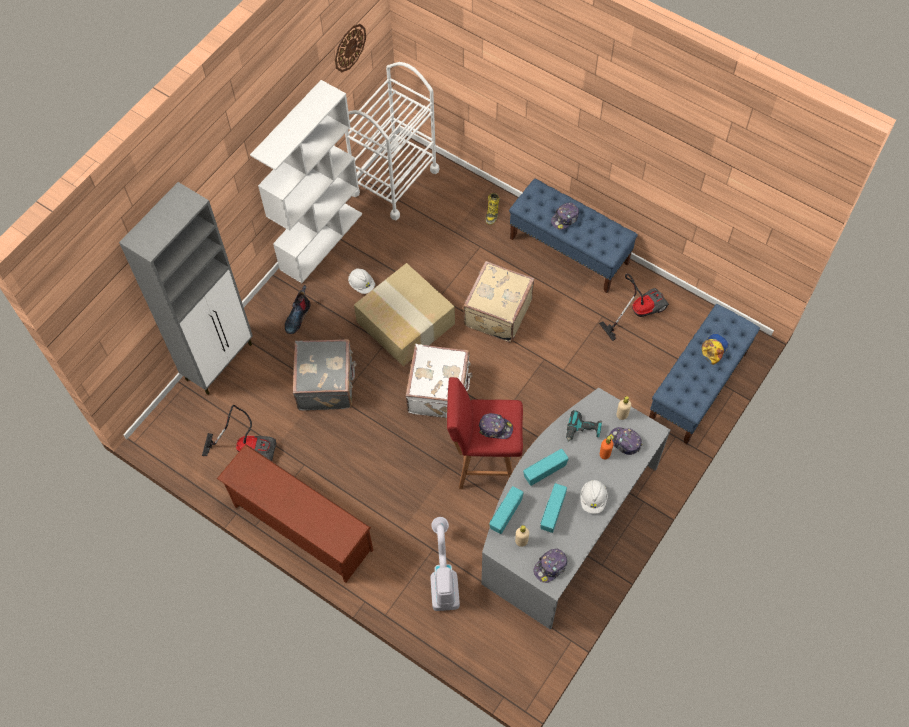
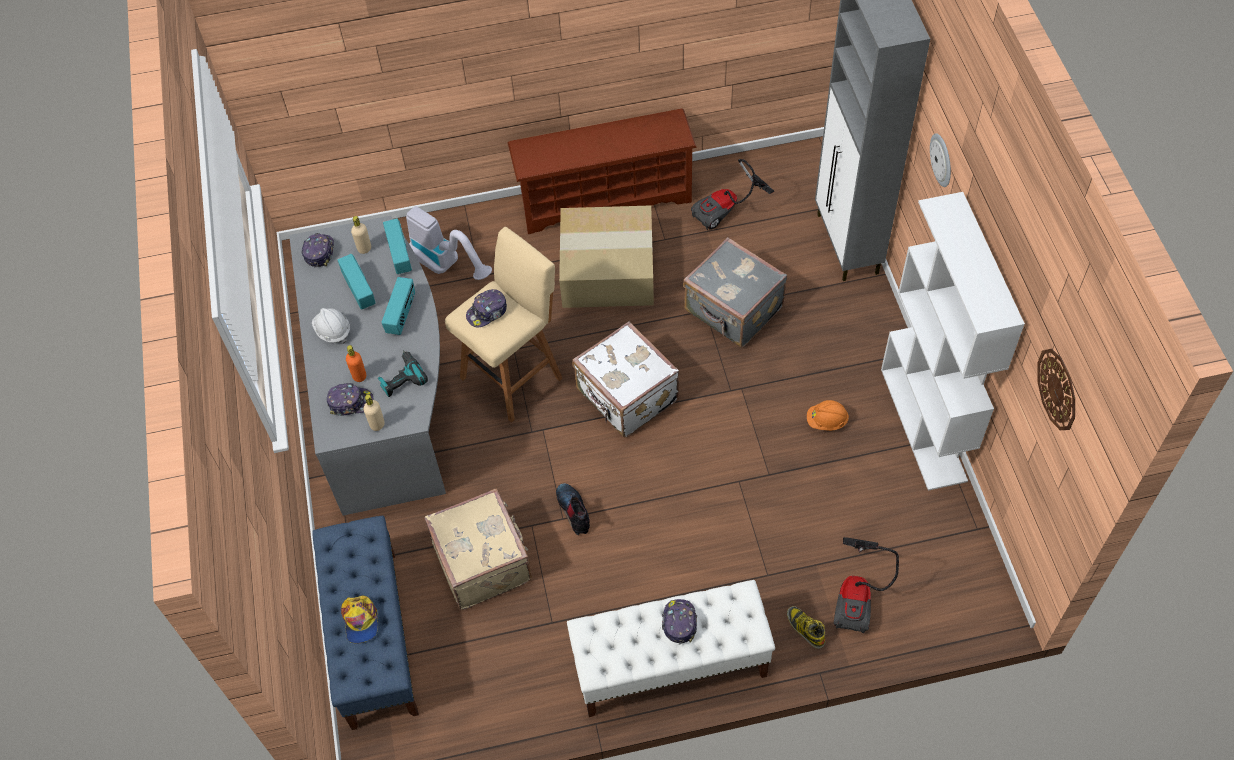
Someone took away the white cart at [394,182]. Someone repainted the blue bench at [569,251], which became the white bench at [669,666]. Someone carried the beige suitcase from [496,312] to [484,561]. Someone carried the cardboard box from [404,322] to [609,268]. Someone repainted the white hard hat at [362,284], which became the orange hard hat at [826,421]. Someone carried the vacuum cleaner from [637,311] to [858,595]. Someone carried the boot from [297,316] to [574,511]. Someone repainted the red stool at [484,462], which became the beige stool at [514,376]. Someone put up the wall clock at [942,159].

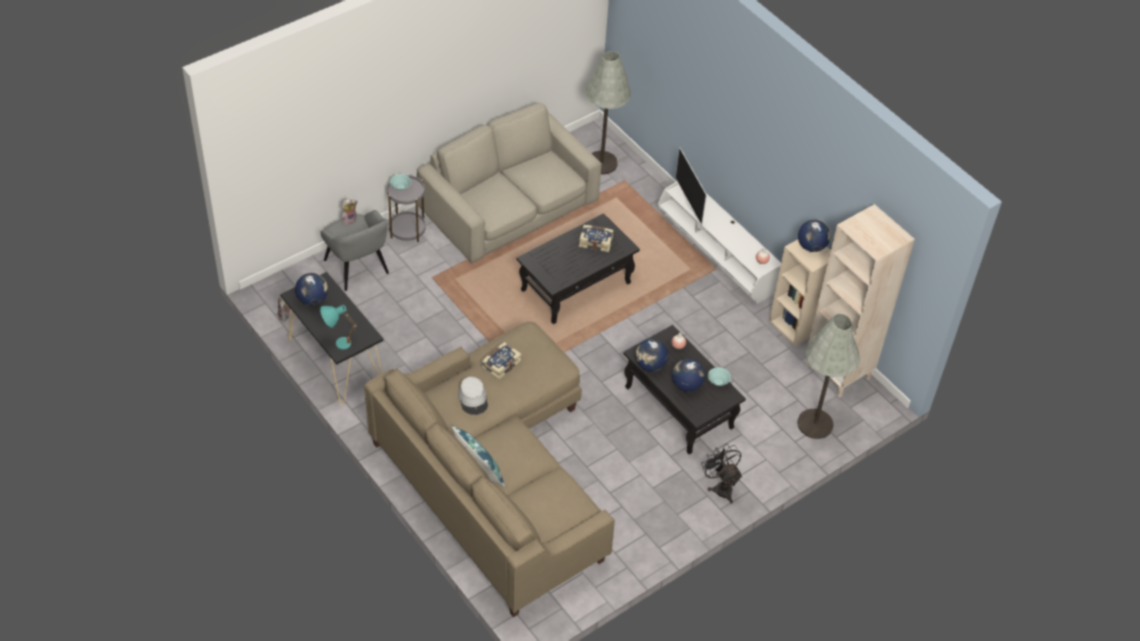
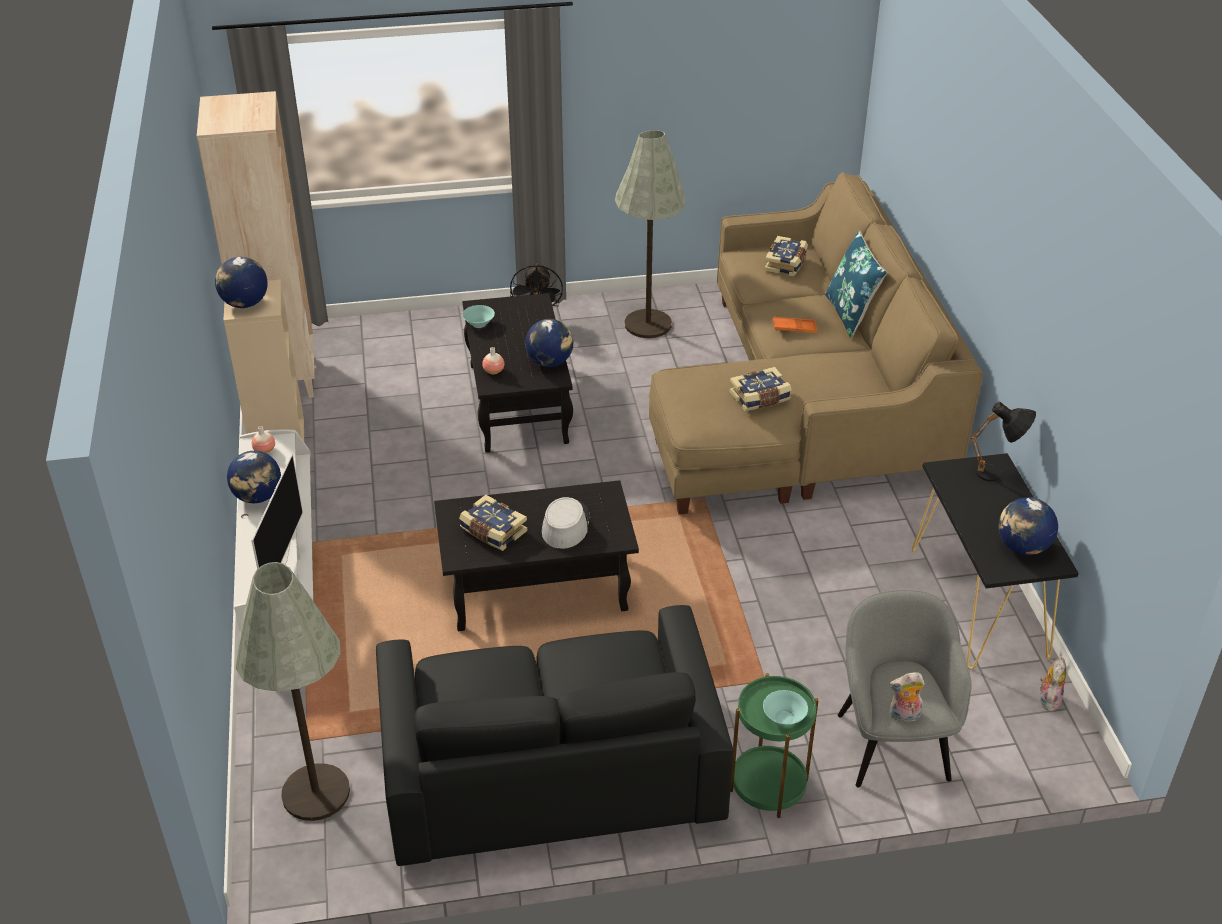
Someone repainted the beige sofa at [509,205], which became the black sofa at [550,766]. Someone repainted the grey side table at [407,230], which became the green side table at [768,785]. Someone repainted the turquoise table lamp at [337,343], which became the black table lamp at [998,476]. Someone carried the grey floor lamp from [815,424] to [648,324]. Someone carried the globe from [686,385] to [258,497]. Someone carried the grey hat from [473,399] to [565,525]. Someone put down the book at [786,264]. Someone put down the orange tray at [794,328].

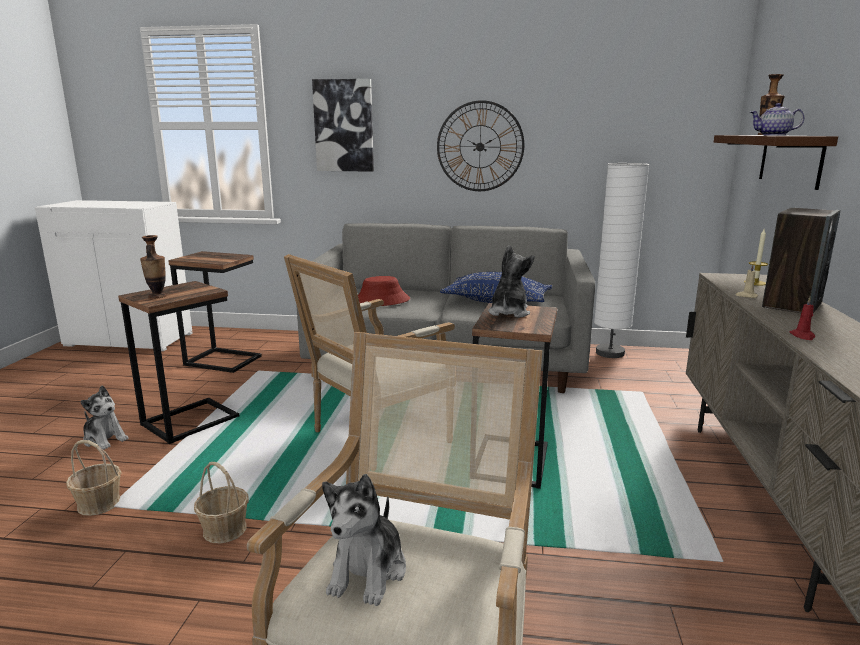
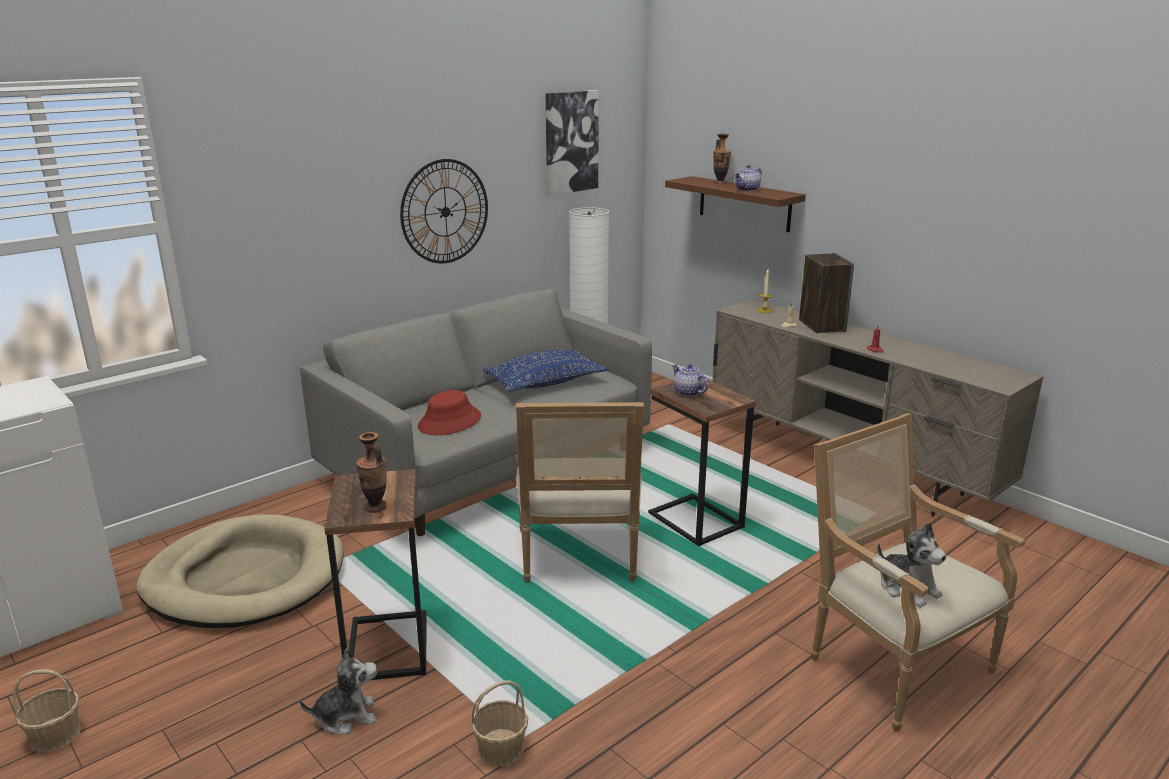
Someone carried the picture from [344,126] to [570,142]. Someone swapped the plush toy at [508,312] for the teapot at [688,392]. Someone swapped the side table at [223,360] for the beige dog bed at [245,578]. Someone carried the basket from [225,529] to [55,735].

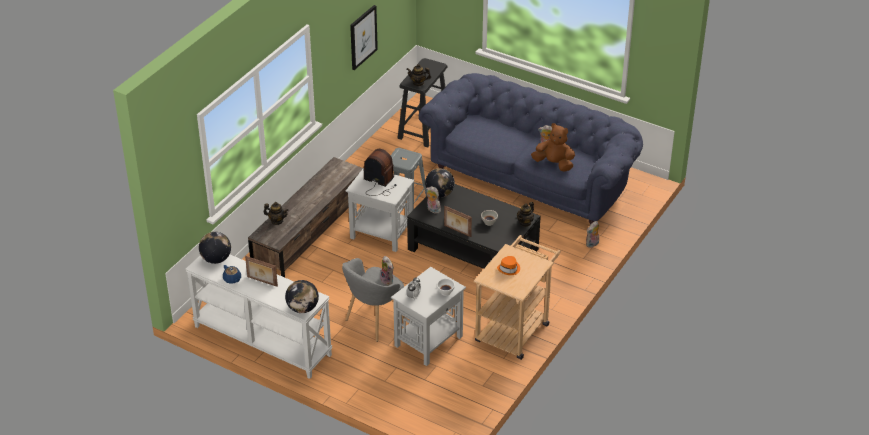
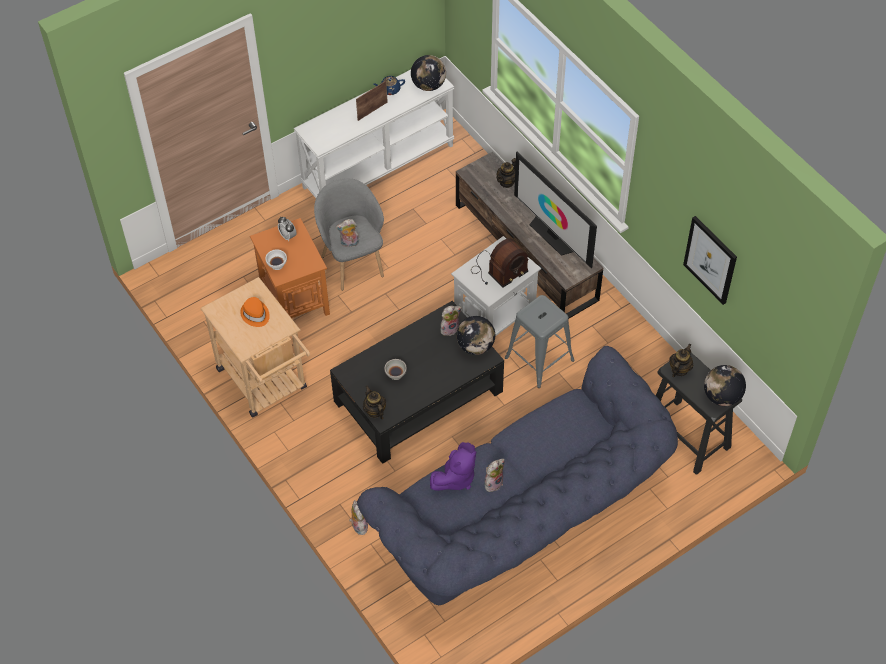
Someone repainted the brown plush toy at [554,164], which became the purple plush toy at [456,478]. Someone took away the picture frame at [457,231]. Someone repainted the white side table at [429,340], which became the orange side table at [295,300]. Someone carried the globe from [302,308] to [721,396]. Someone put down the television at [553,235].

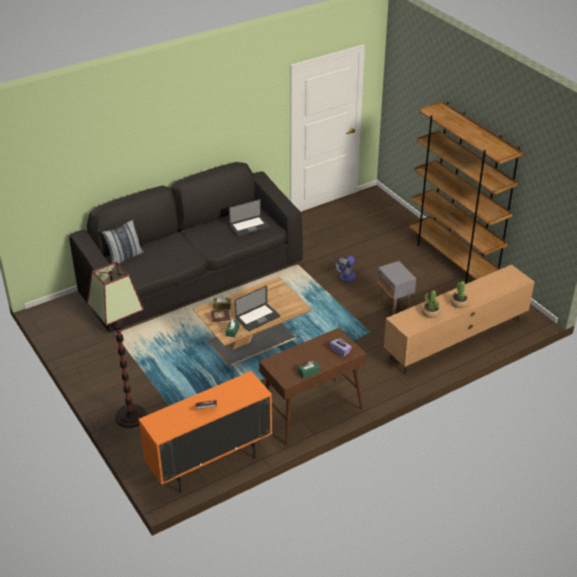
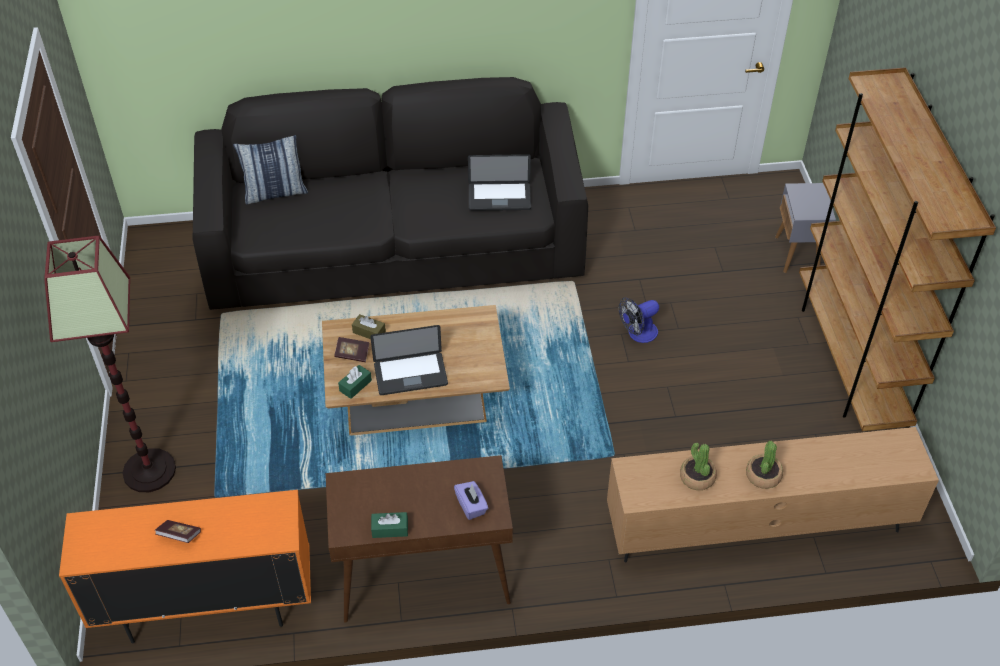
Someone carried the grey side table from [394,307] to [797,255].

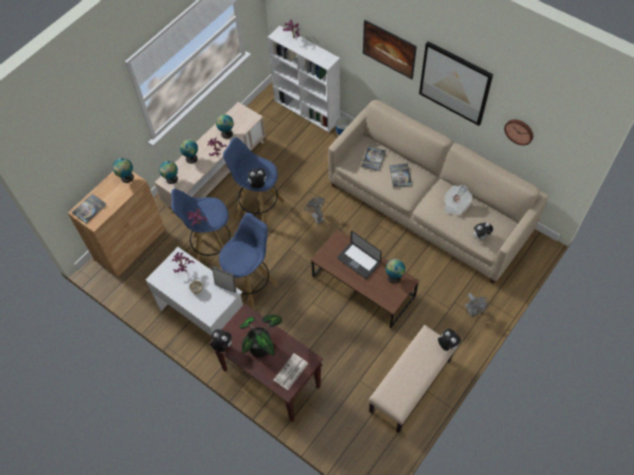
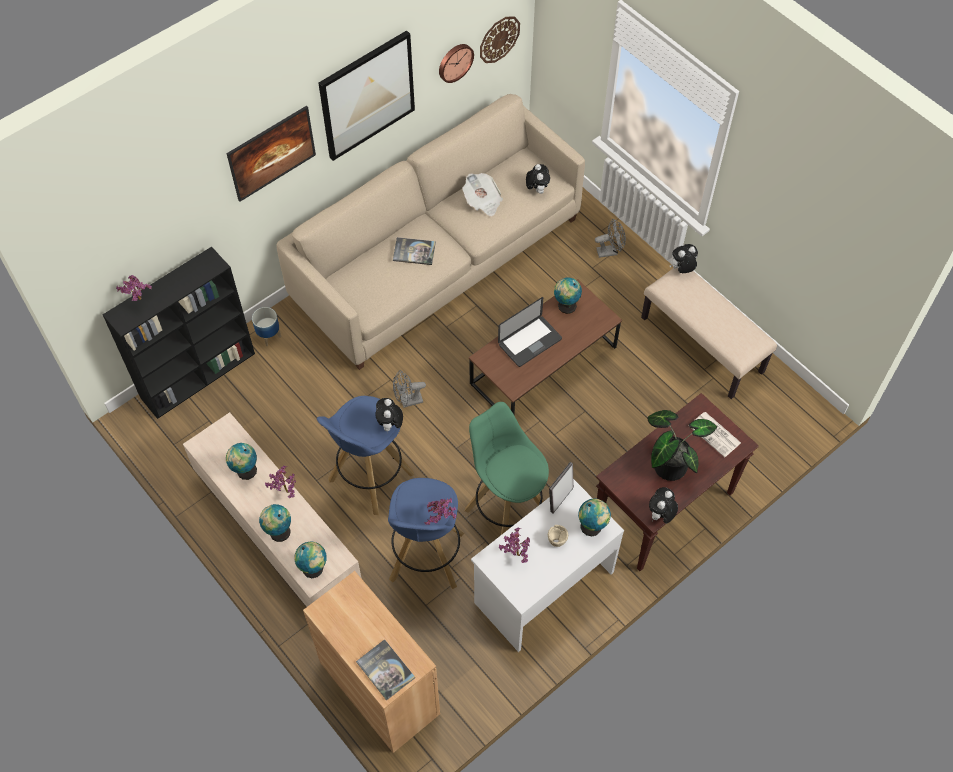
Someone repainted the white bookcase at [307,111], which became the black bookcase at [199,375]. Someone took away the book at [373,159]. Someone carried the globe from [127,178] to [592,527]. Someone repainted the blue stool at [251,285], which became the green stool at [506,511]. Someone put up the wall clock at [499,39].

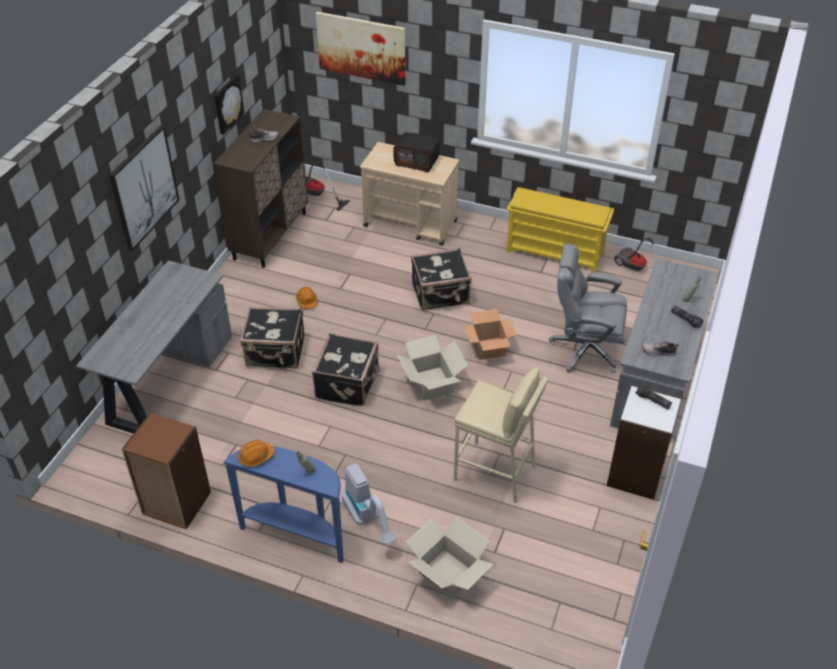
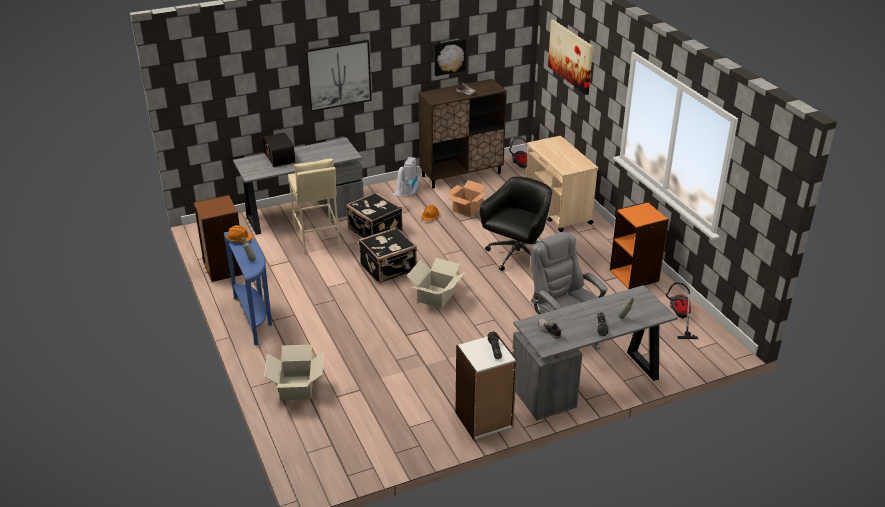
Someone carried the radio from [417,161] to [280,158]. Someone swapped the yellow shoe rack at [555,252] for the orange bookcase at [634,276]. Someone swapped the black suitcase at [441,294] for the black office chair at [516,256]. Someone carried the cardboard box from [489,348] to [467,210]. Someone carried the beige stool from [495,473] to [317,239]. Someone carried the vacuum cleaner from [368,520] to [407,195].

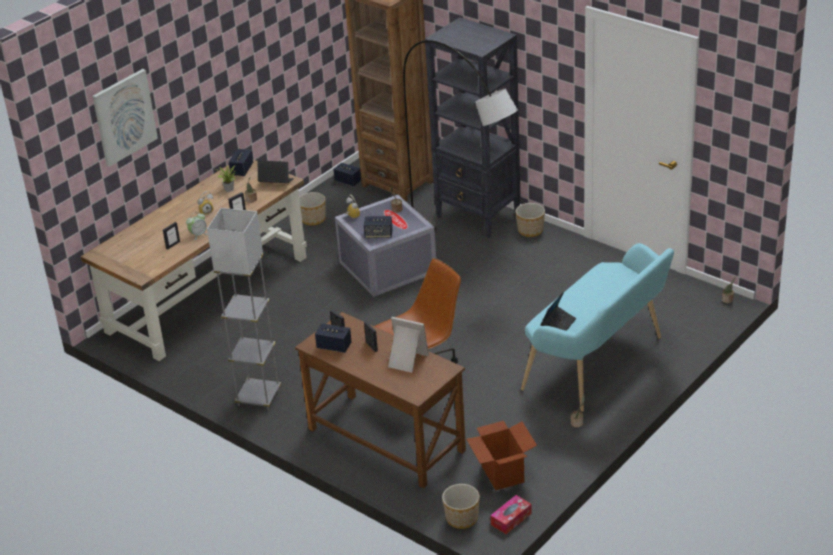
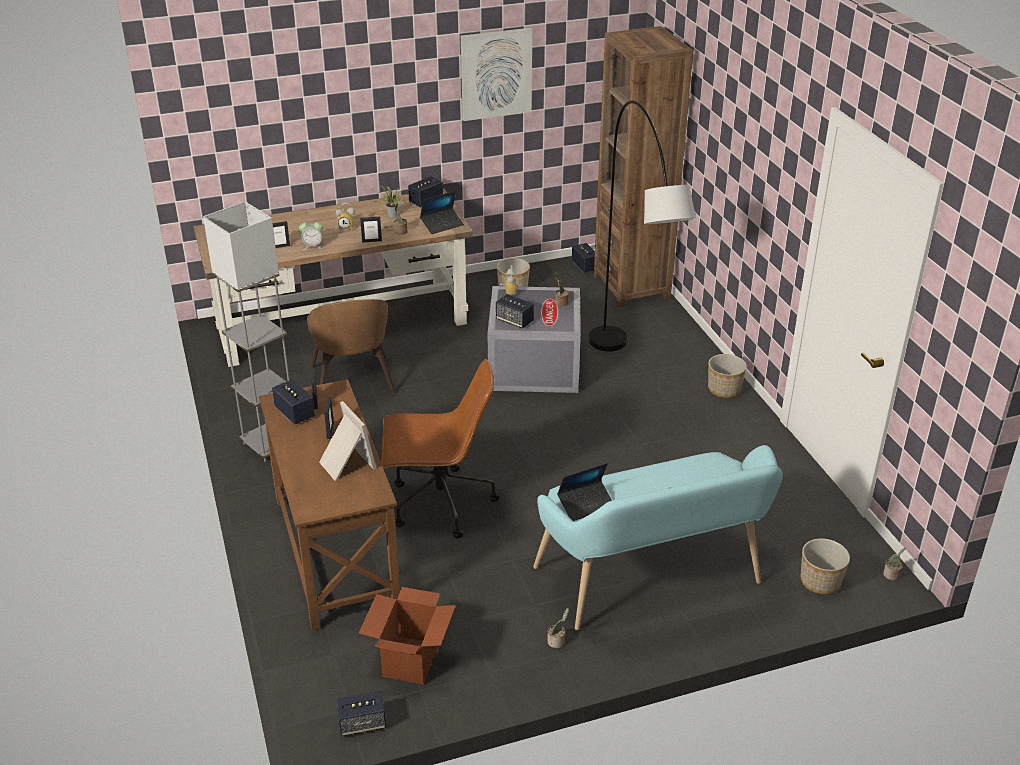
Someone took away the black bookcase at [478,216]. Someone carried the picture from [124,117] to [496,74]. Someone rotated the laptop at [276,183] by 105 degrees clockwise. Someone carried the planter from [461,518] to [820,581]. Someone swapped the tissue box at [511,519] for the speaker at [362,724]. Someone put down the brown chair at [353,382].

